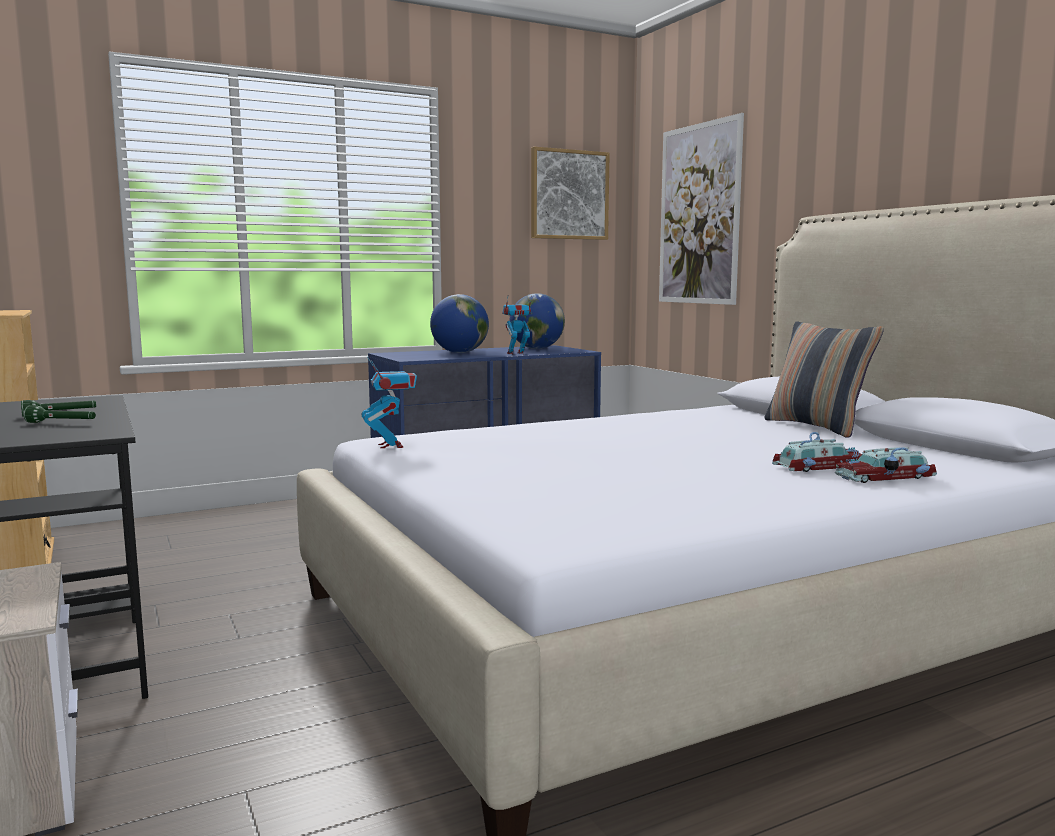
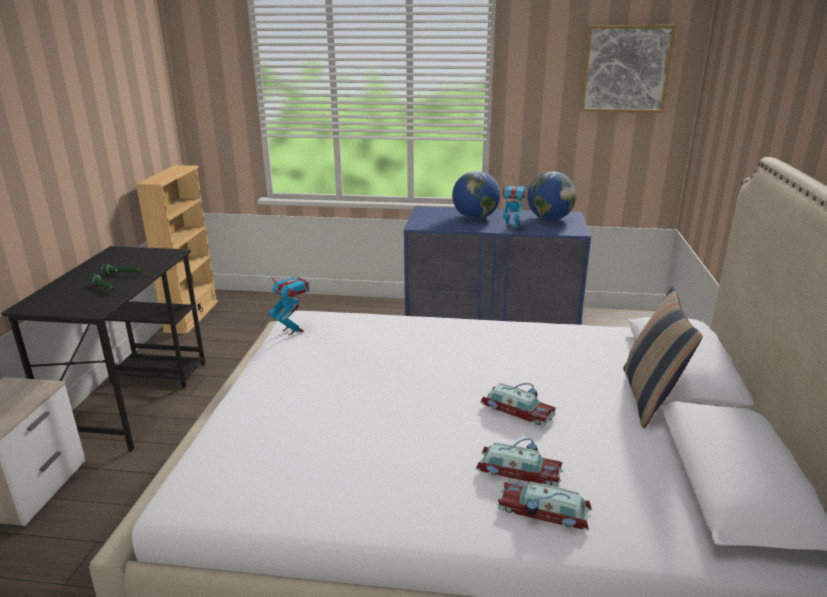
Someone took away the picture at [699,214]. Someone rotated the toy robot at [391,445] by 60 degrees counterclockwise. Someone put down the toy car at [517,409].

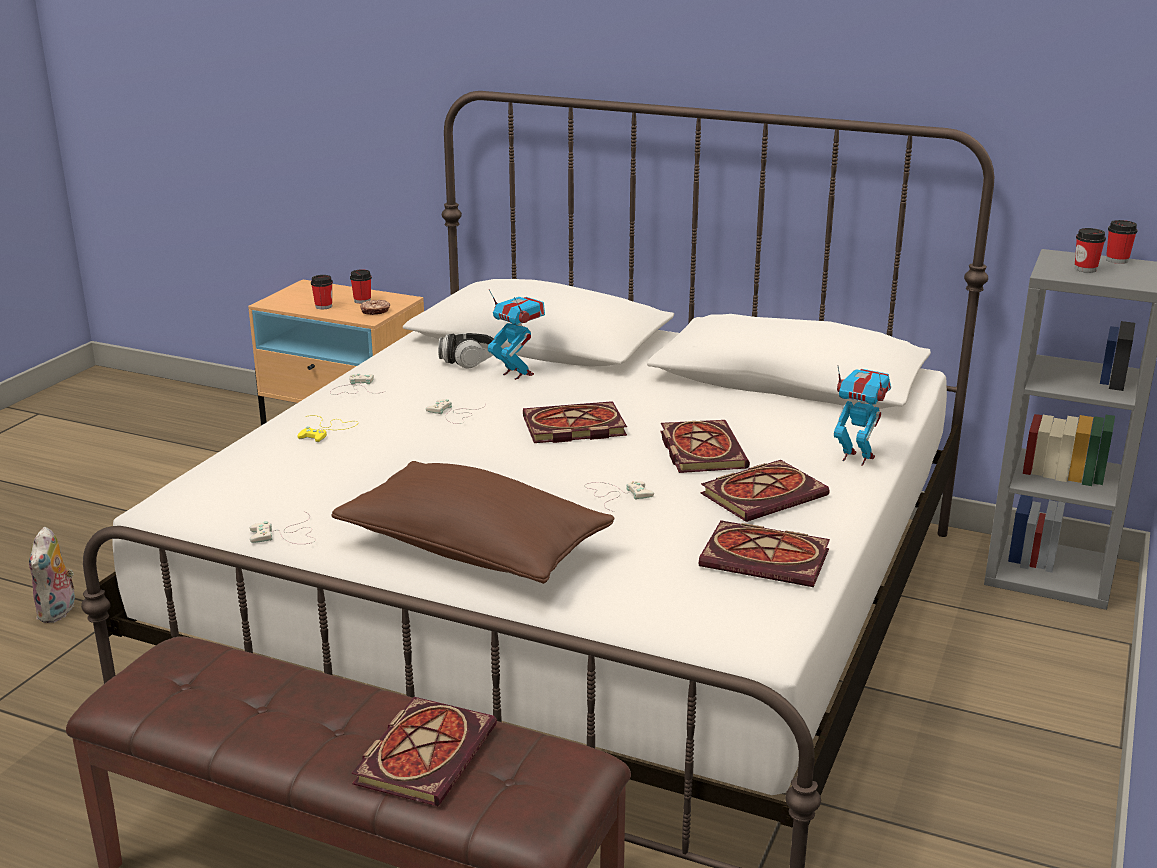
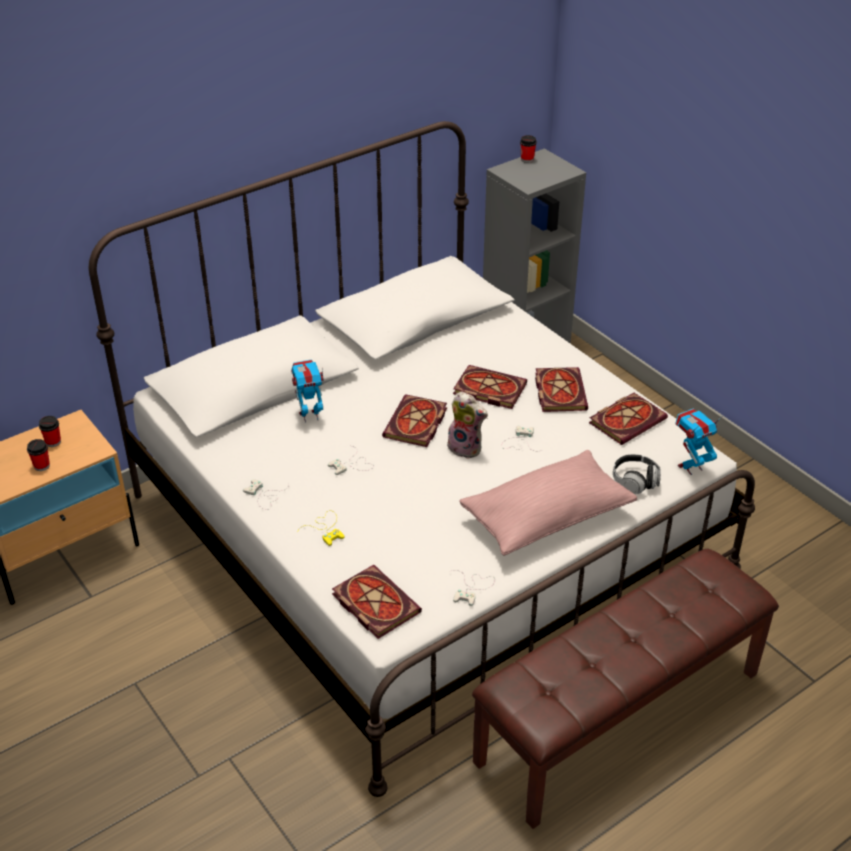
Someone took away the cup at [1085,269]. Someone took away the donut at [375,311]. Someone carried the headphones from [468,361] to [635,481]. Someone carried the toy robot from [856,458] to [690,467]. Someone repainted the brown pillow at [474,550], which became the pink pillow at [546,517]. Someone carried the plush toy from [59,612] to [466,448]. Someone carried the book from [425,753] to [373,603].

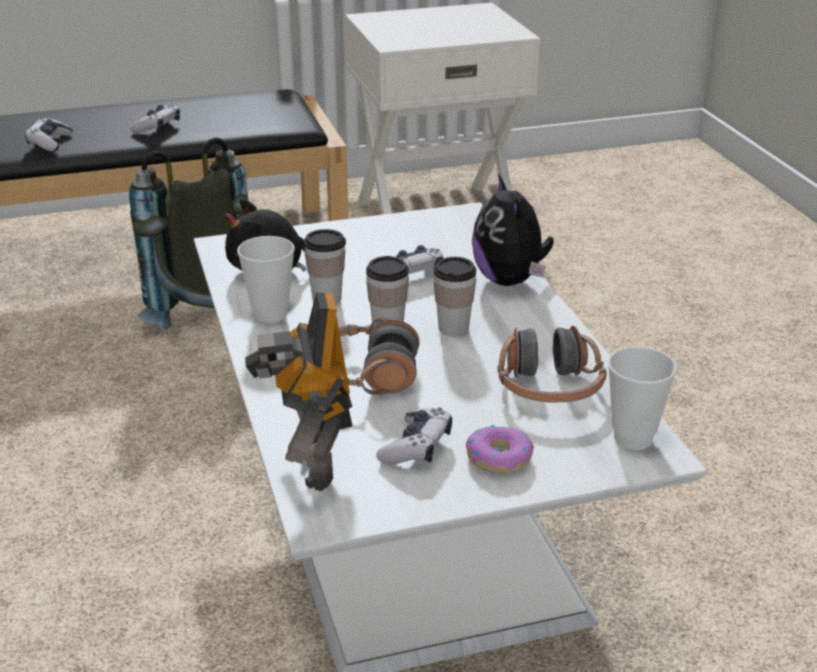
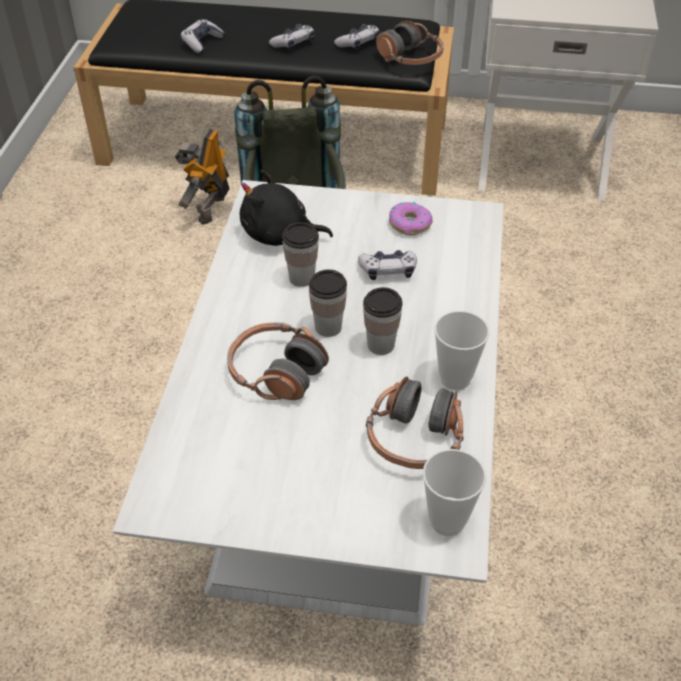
Someone took away the plush toy at [510,280]. Someone carried the cup from [270,315] to [455,378]. Someone carried the toy robot from [310,460] to [209,209]. Someone carried the game controller from [416,447] to [358,43]. Someone carried the donut from [499,458] to [409,224]. Someone put down the headphones at [410,58].

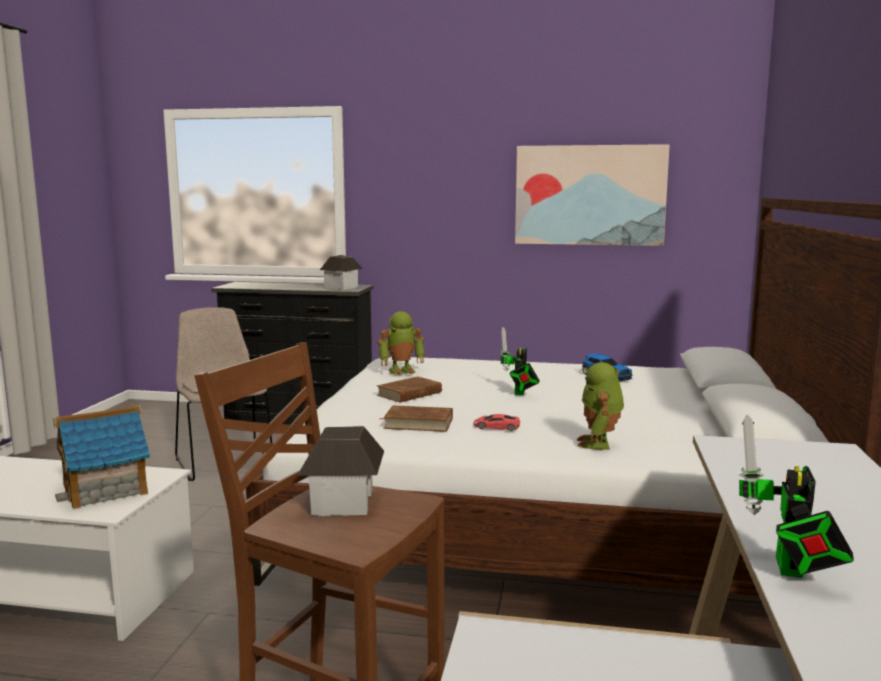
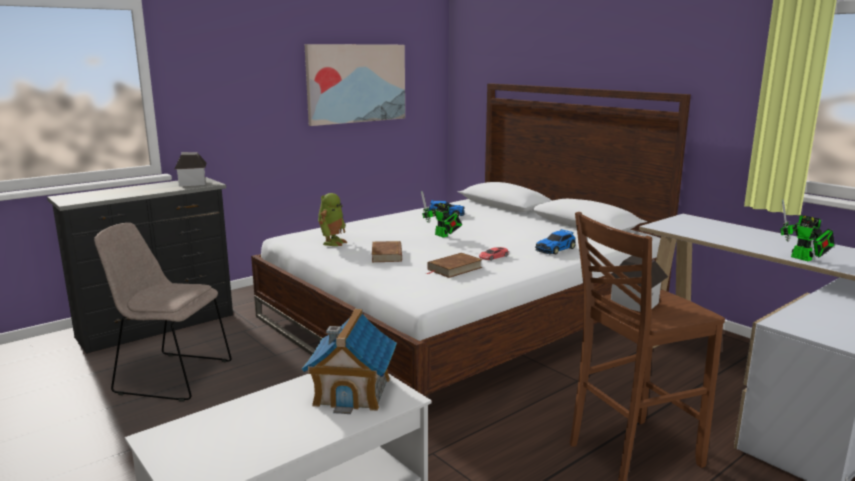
Someone swapped the toy robot at [599,444] for the toy car at [556,249].

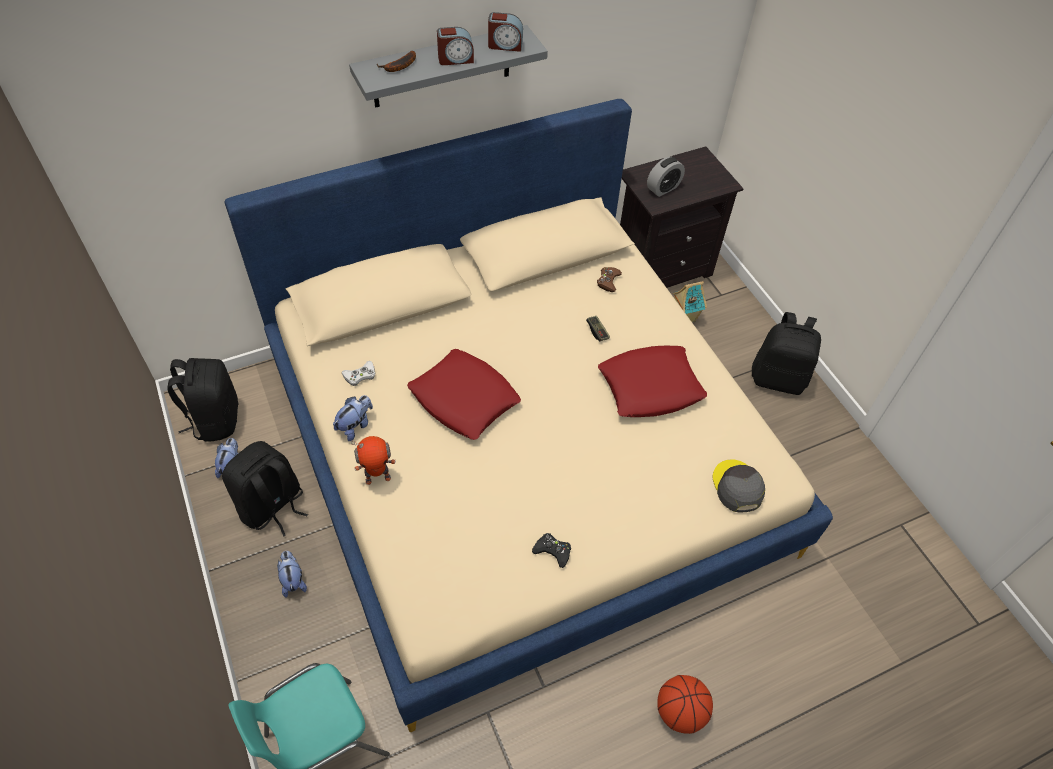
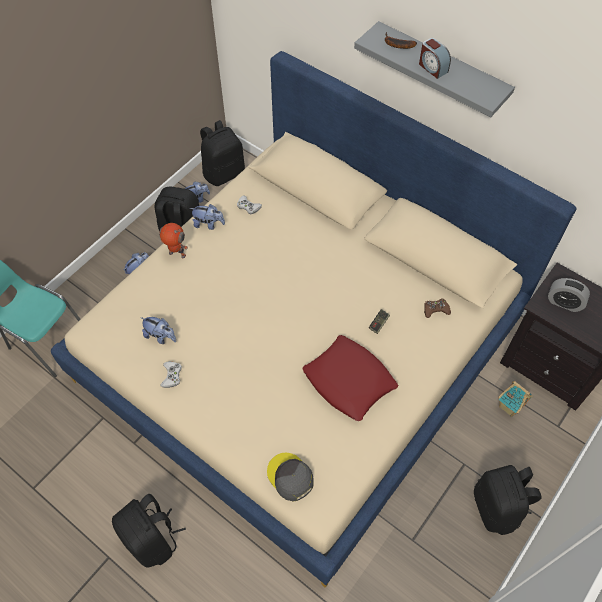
Someone took away the alarm clock at [505,45]. Someone took away the red pillow at [464,399]. Someone rotated the toy robot at [378,478] by 150 degrees clockwise. Someone rotated the grey cap at [737,487] by 90 degrees counterclockwise. Someone repainted the black game controller at [552,551], which became the white game controller at [172,376]. Someone swapped the basketball at [679,712] for the black backpack at [153,539]. Someone put down the plush toy at [161,336].

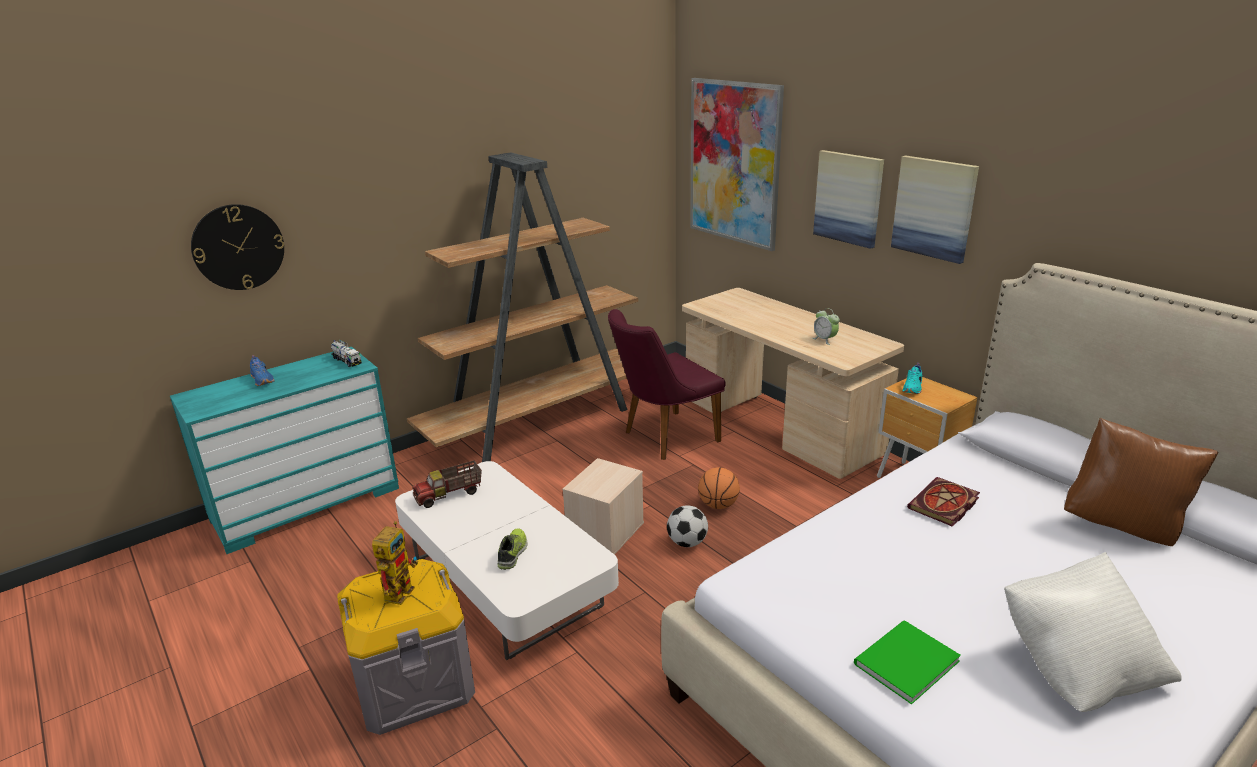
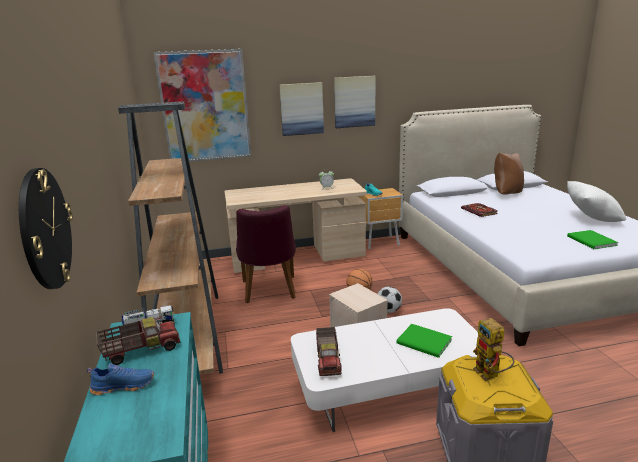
Someone rotated the toy robot at [400,589] by 150 degrees counterclockwise. Someone swapped the shoe at [513,553] for the green book at [425,343]. Someone put down the toy truck at [141,350].

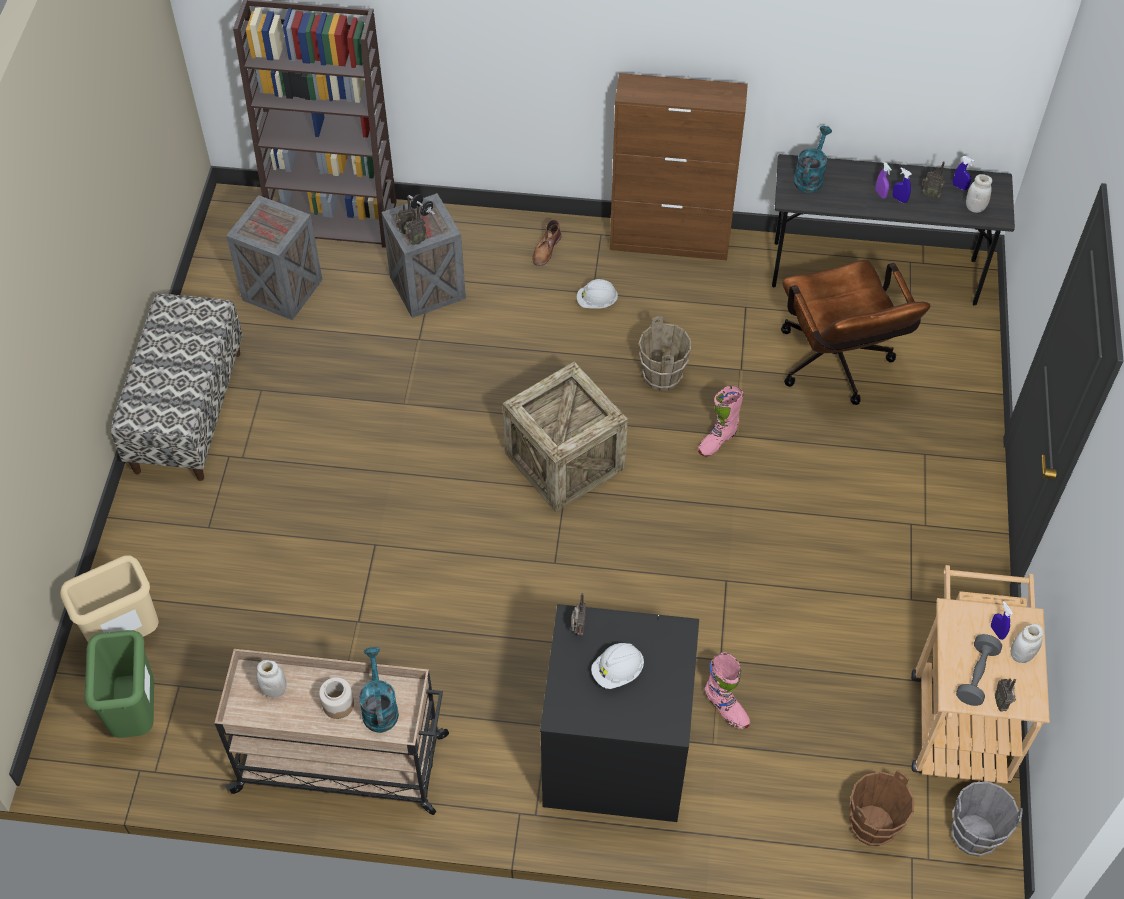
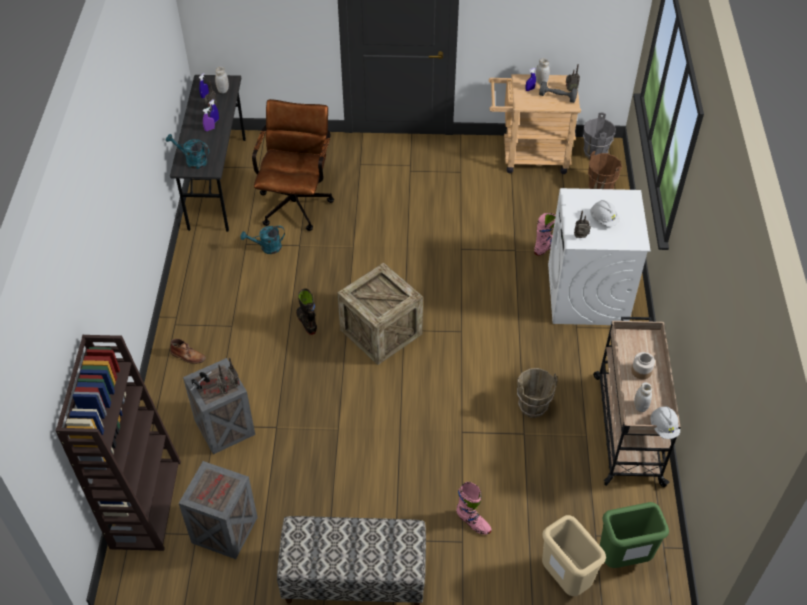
Someone took away the brown cabinet at [670,241]. Someone rotated the brown office chair at [836,368] by 60 degrees counterclockwise. Someone carried the white hard hat from [597,302] to [663,427]. Someone carried the brown bucket from [662,377] to [532,406]. Someone carried the pink boot from [717,441] to [473,522]. Someone repainted the black washing machine at [614,755], which became the white washing machine at [587,294]. Someone carried the turquoise watering can from [379,707] to [267,248]. Someone put down the black boot at [307,323].

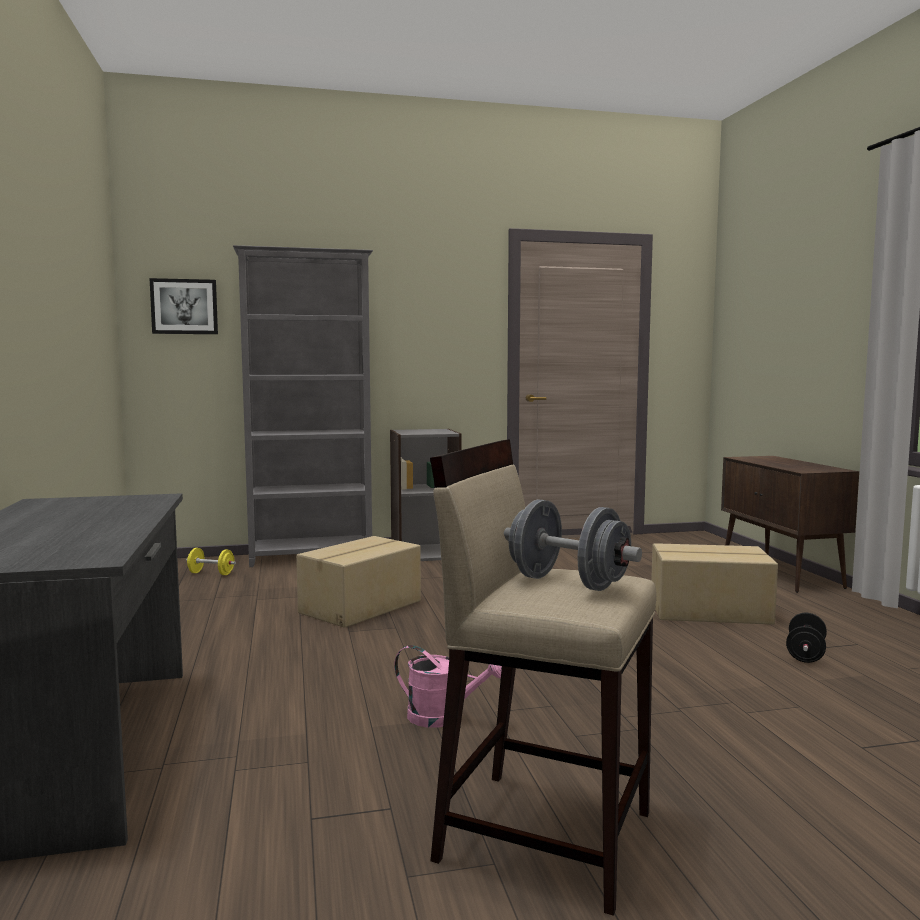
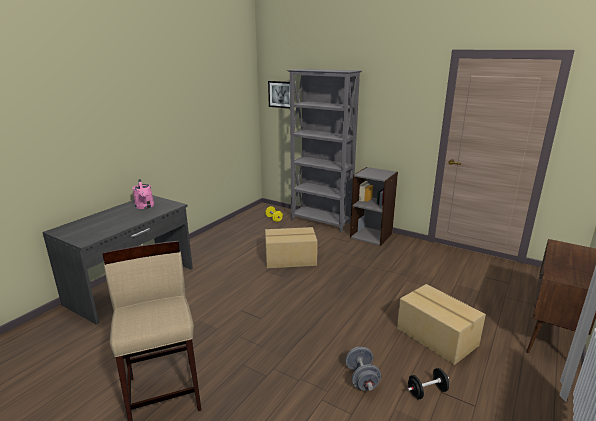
Someone carried the grey dumbbell from [568,583] to [362,379]. Someone carried the pink watering can from [443,717] to [145,207].

